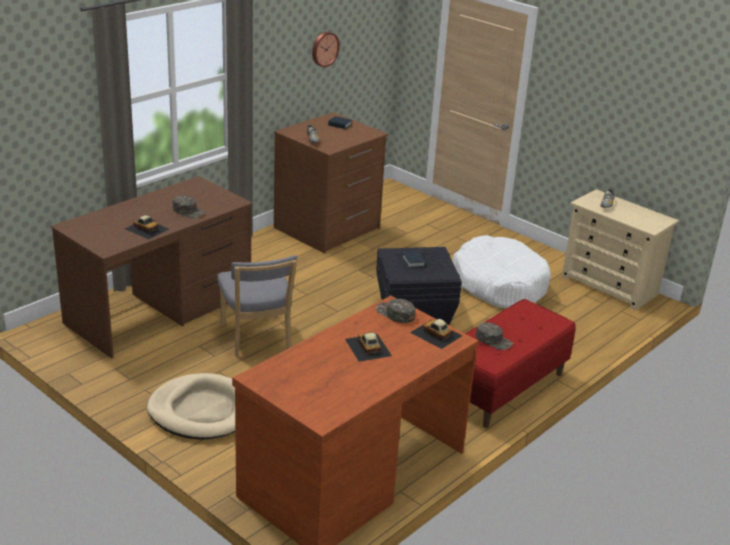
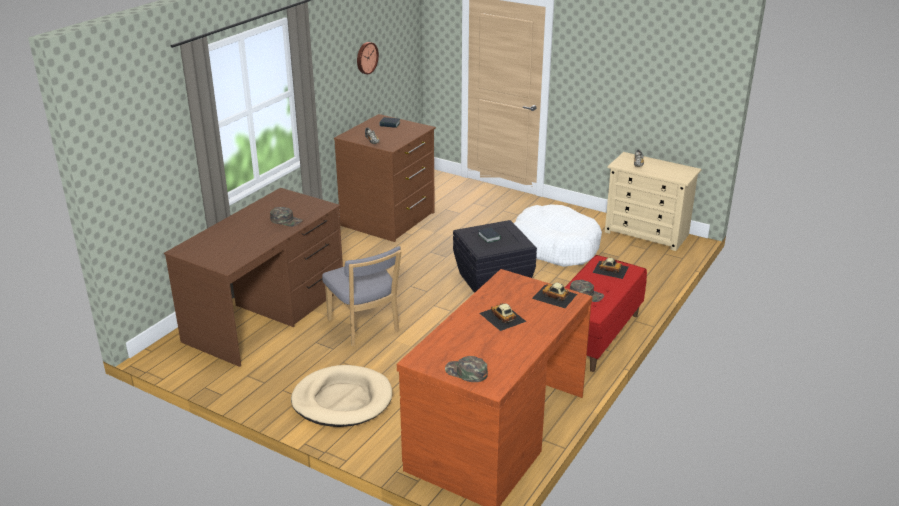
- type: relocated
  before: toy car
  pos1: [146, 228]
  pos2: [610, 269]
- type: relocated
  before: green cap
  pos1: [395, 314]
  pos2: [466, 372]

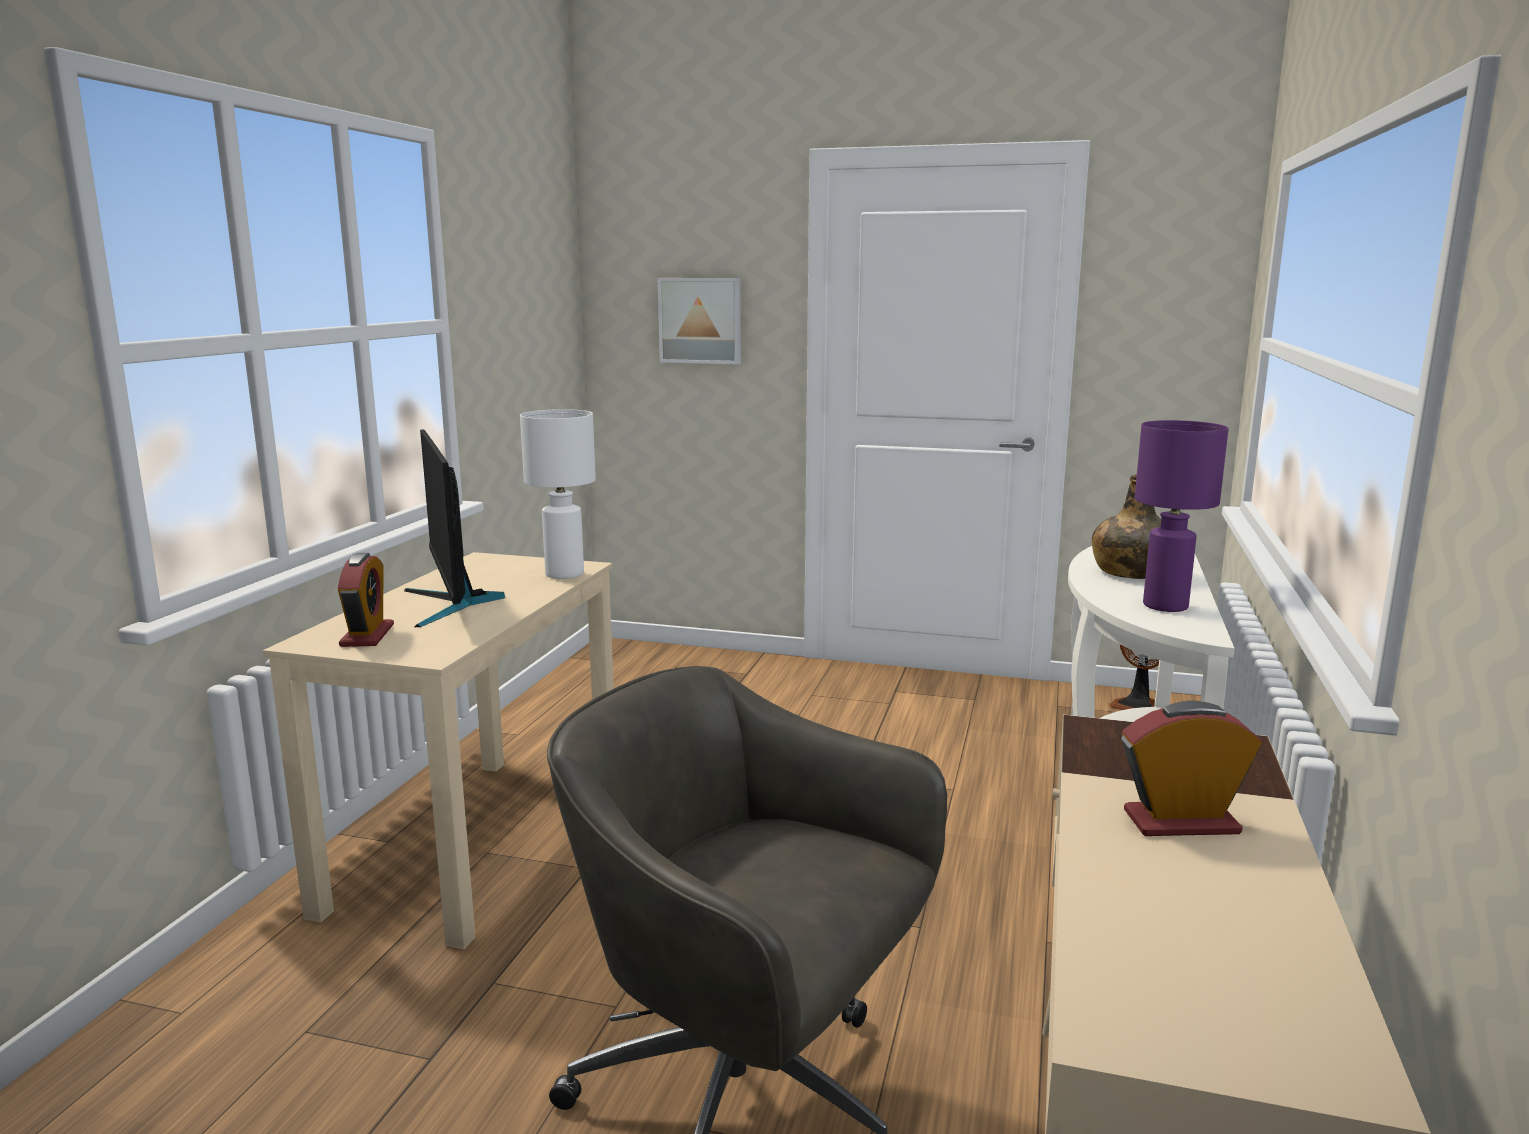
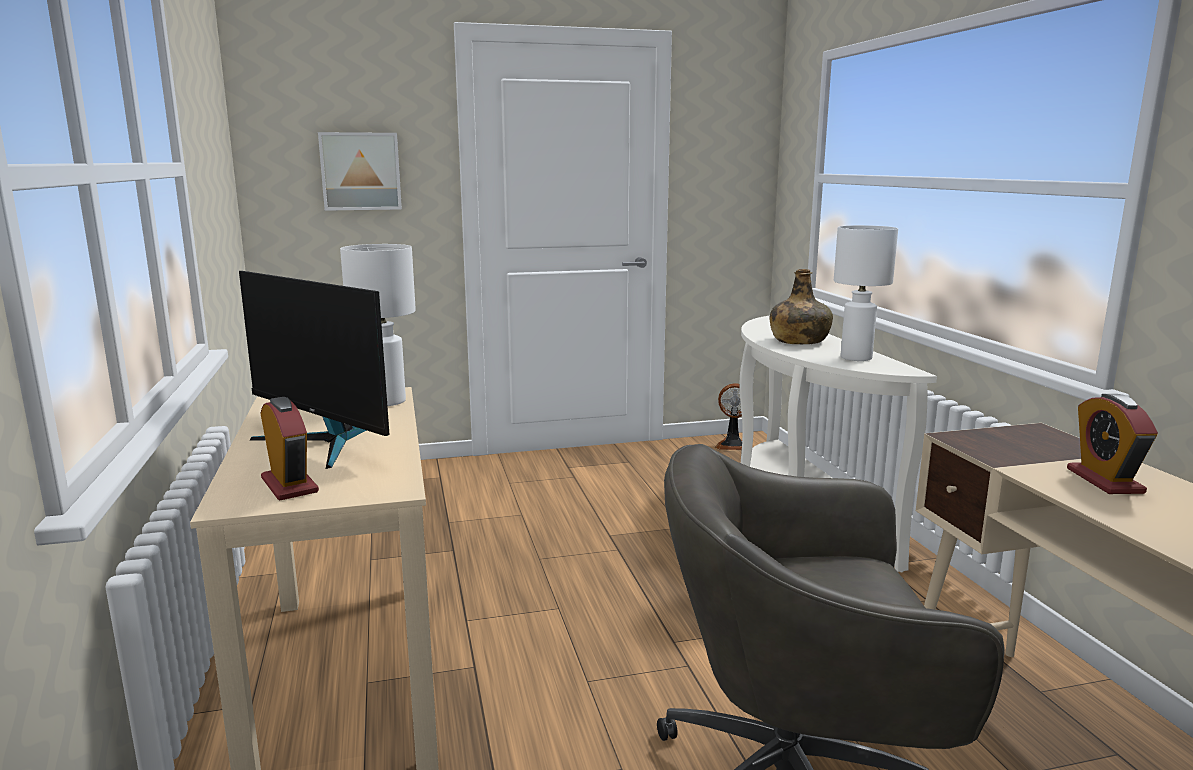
- type: spun
  before: alarm clock
  pos1: [1181, 822]
  pos2: [1104, 481]
  turn: -60
- type: colour
  before: purple table lamp
  after: white table lamp
  pos1: [1165, 606]
  pos2: [855, 358]

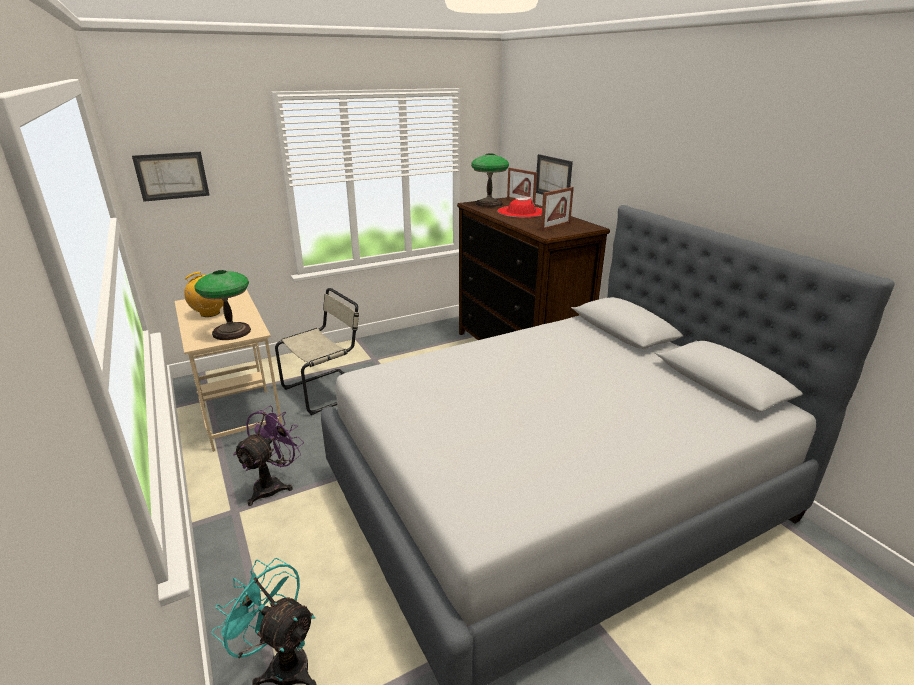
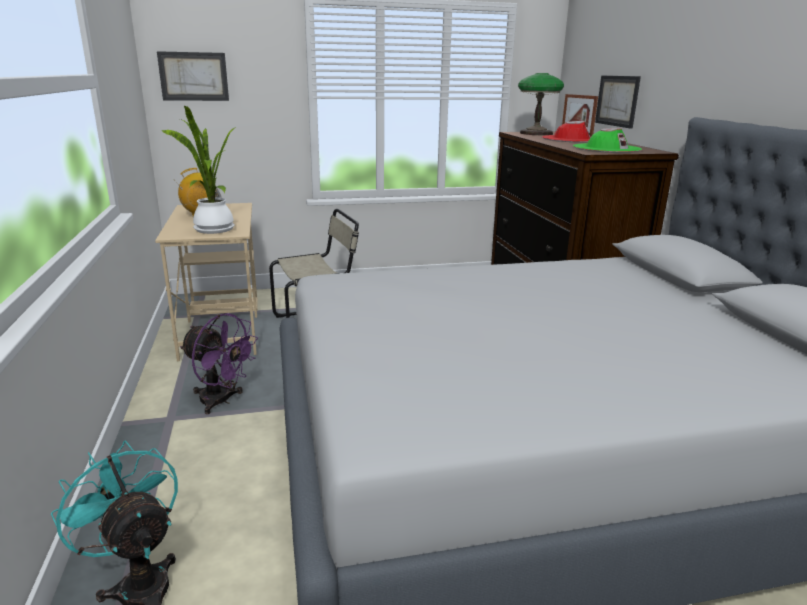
- type: exchanged
  before: table lamp
  after: potted plant
  pos1: [231, 332]
  pos2: [212, 230]
- type: spun
  before: purple fan
  pos1: [273, 485]
  pos2: [221, 401]
  turn: 75
- type: exchanged
  before: picture frame
  after: green hat
  pos1: [555, 226]
  pos2: [606, 148]

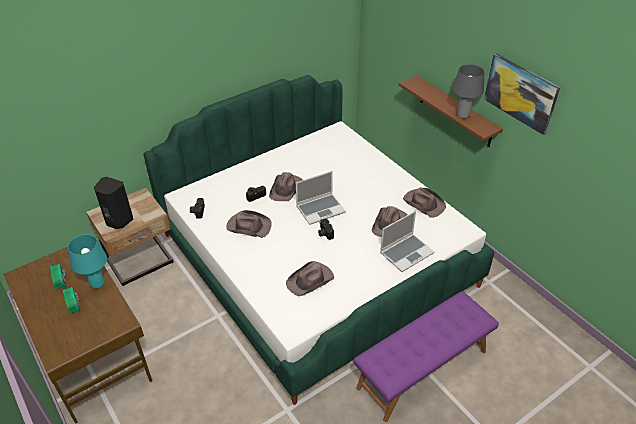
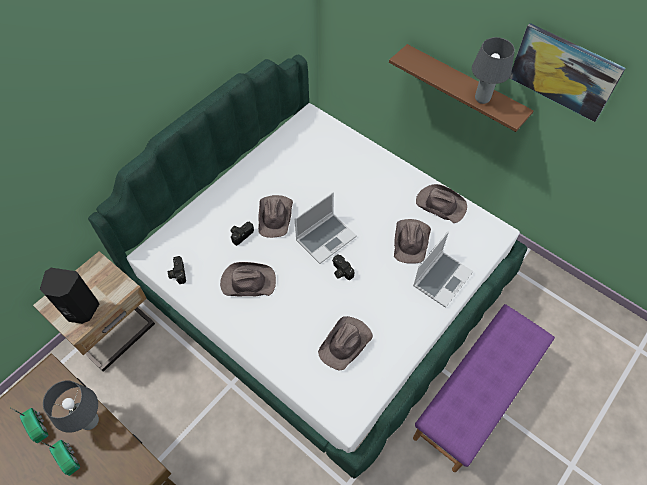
- type: colour
  before: turquoise table lamp
  after: grey table lamp
  pos1: [97, 284]
  pos2: [89, 421]

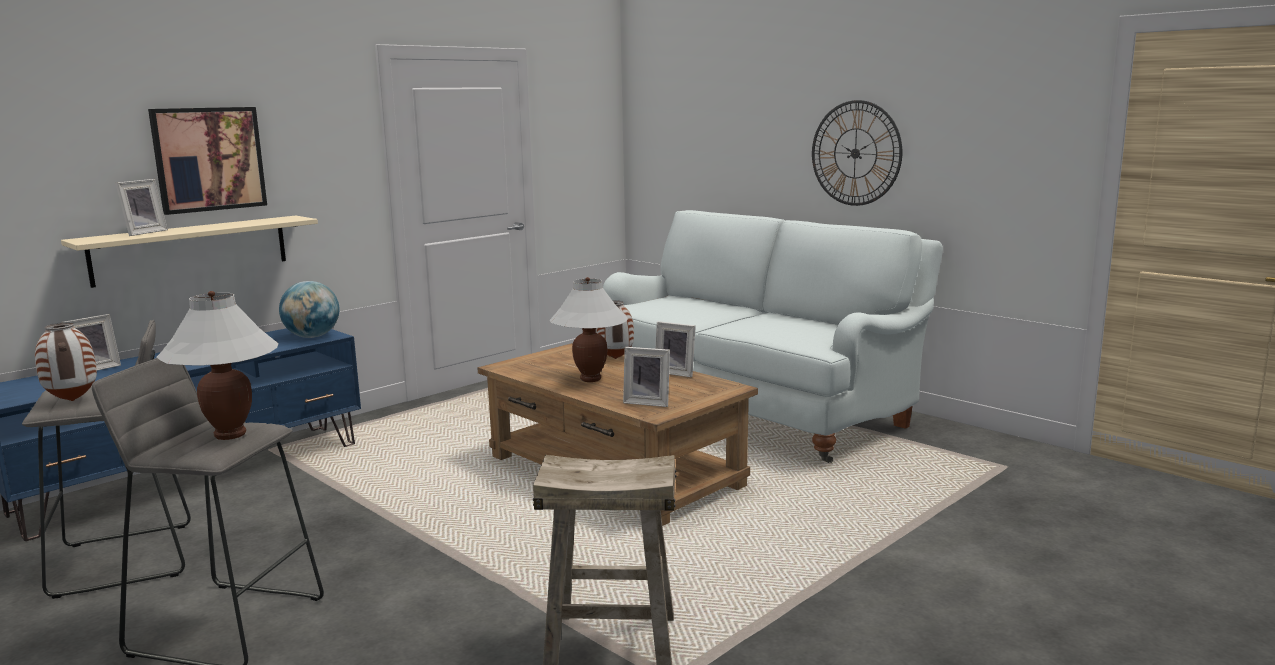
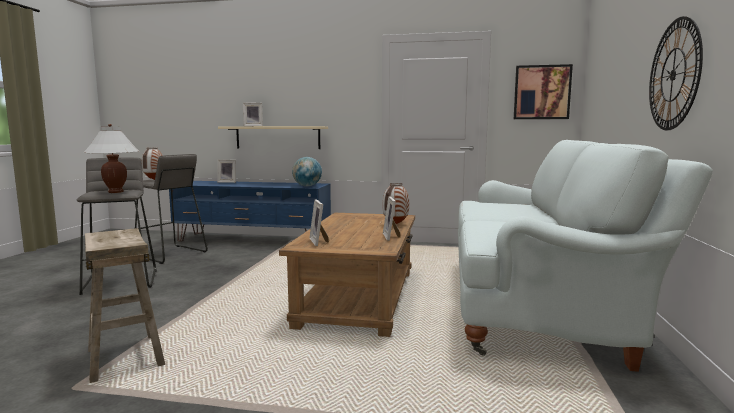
- type: relocated
  before: picture
  pos1: [209, 159]
  pos2: [542, 92]
- type: missing
  before: white table lamp
  pos1: [591, 379]

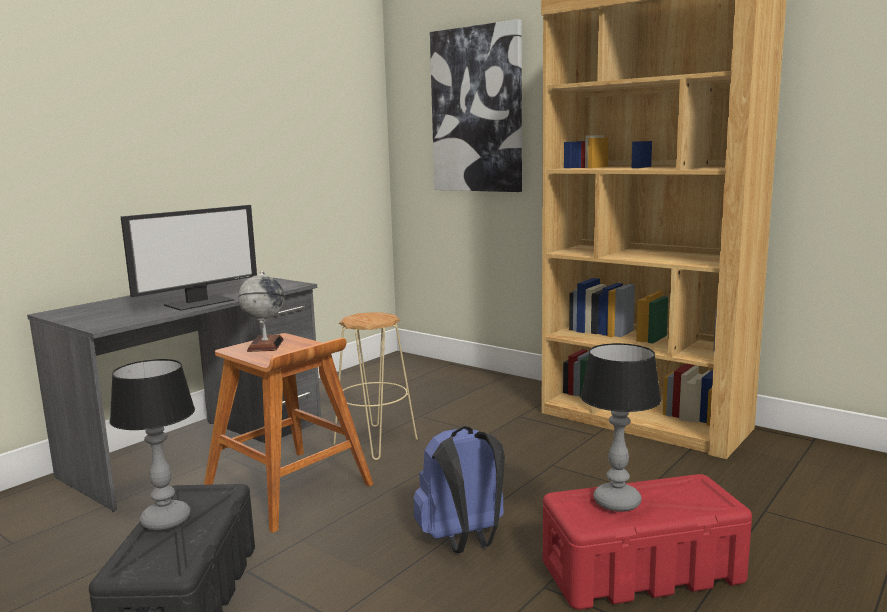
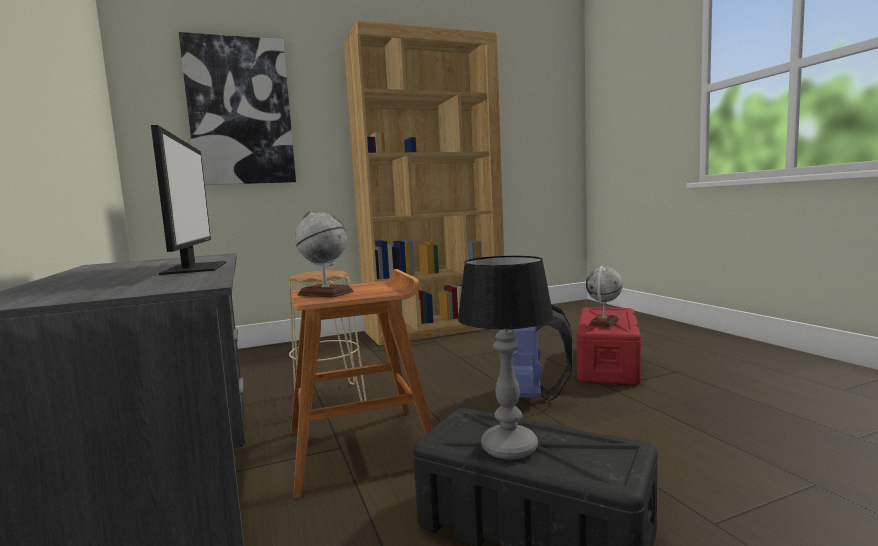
- type: exchanged
  before: table lamp
  after: globe
  pos1: [616, 501]
  pos2: [604, 322]

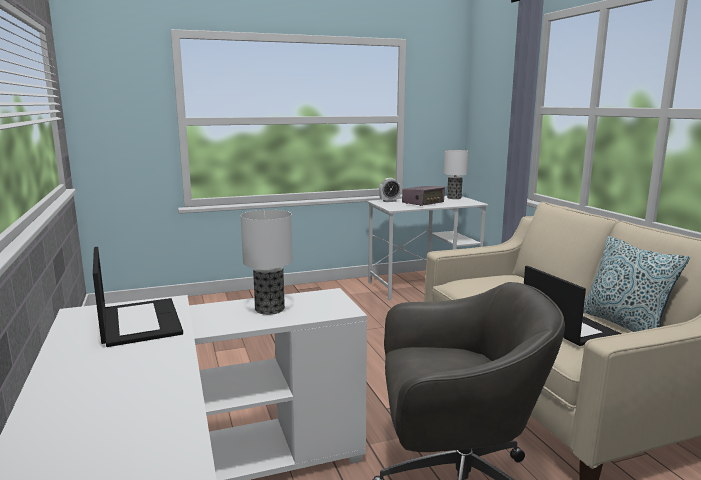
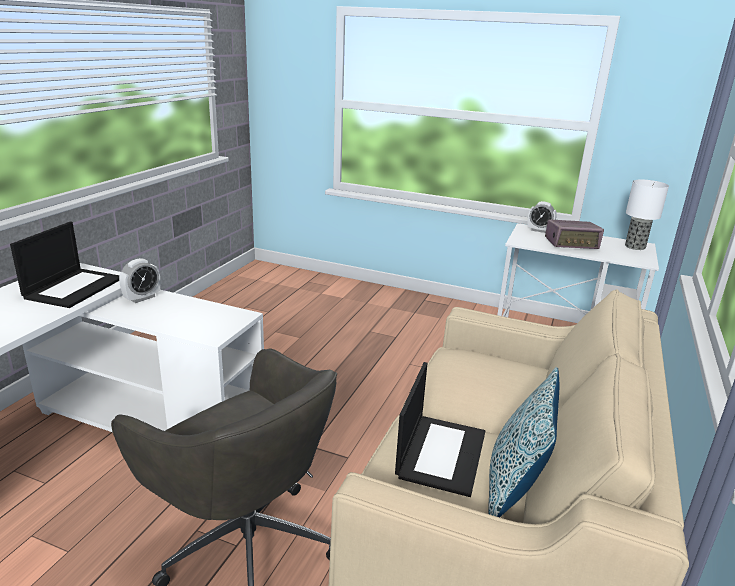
- type: missing
  before: table lamp
  pos1: [270, 309]
- type: appeared
  after: alarm clock
  pos2: [142, 298]

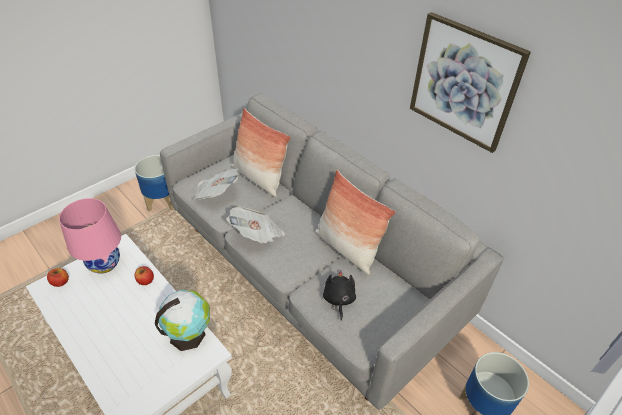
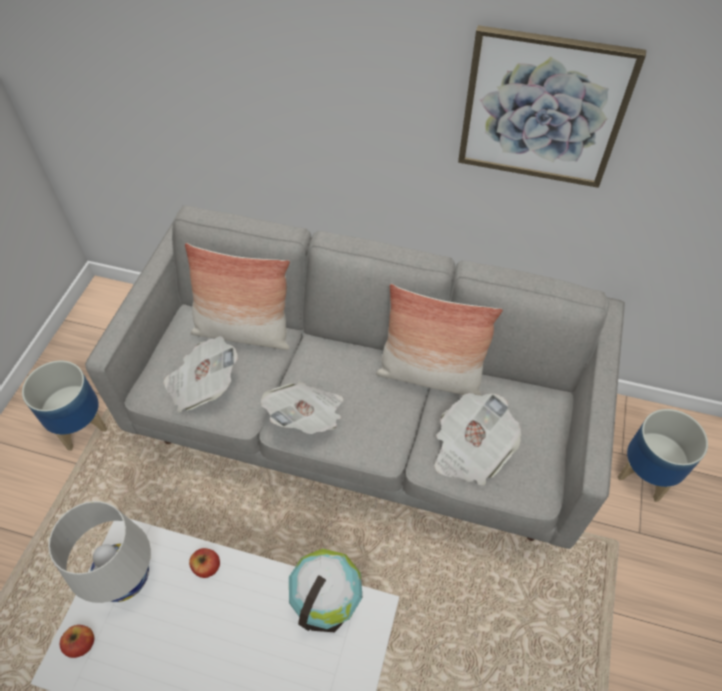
- type: colour
  before: pink table lamp
  after: white table lamp
  pos1: [104, 263]
  pos2: [125, 577]
- type: exchanged
  before: black plush toy
  after: newspaper
  pos1: [338, 300]
  pos2: [470, 450]

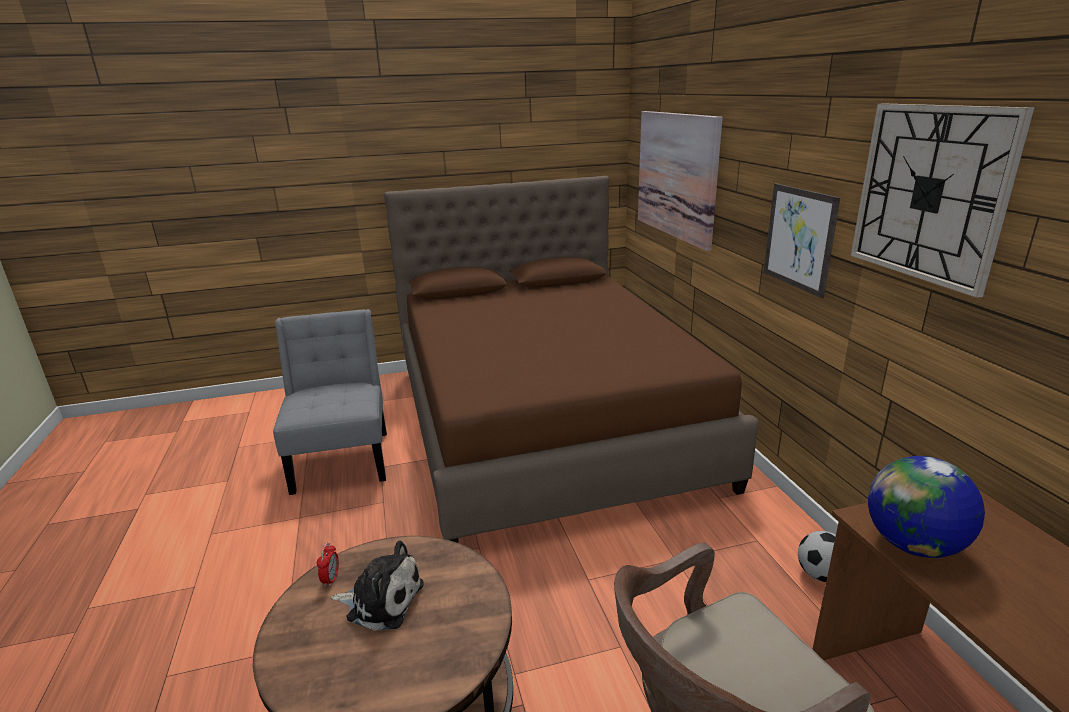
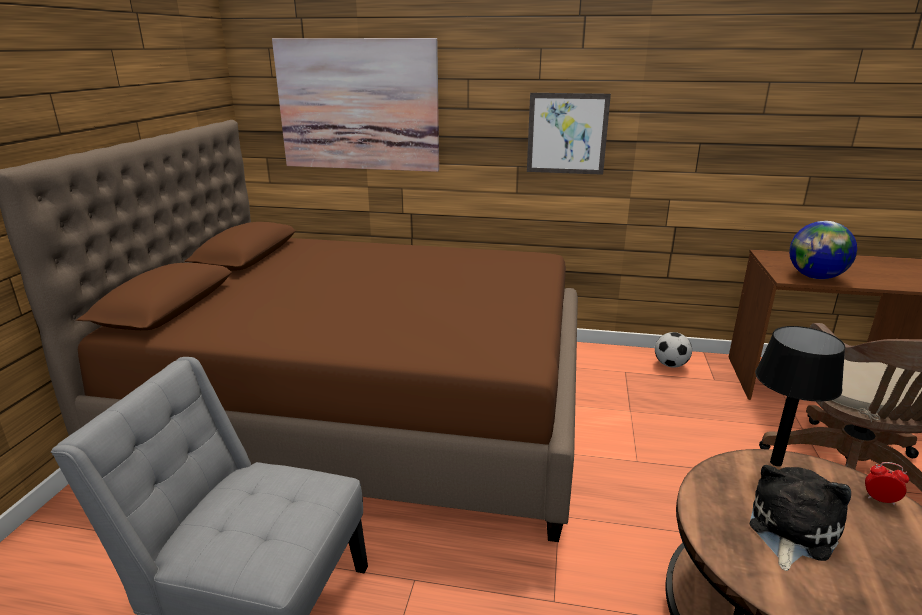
- type: relocated
  before: alarm clock
  pos1: [331, 579]
  pos2: [880, 499]
- type: missing
  before: wall clock
  pos1: [929, 193]
- type: appeared
  after: black table lamp
  pos2: [776, 462]

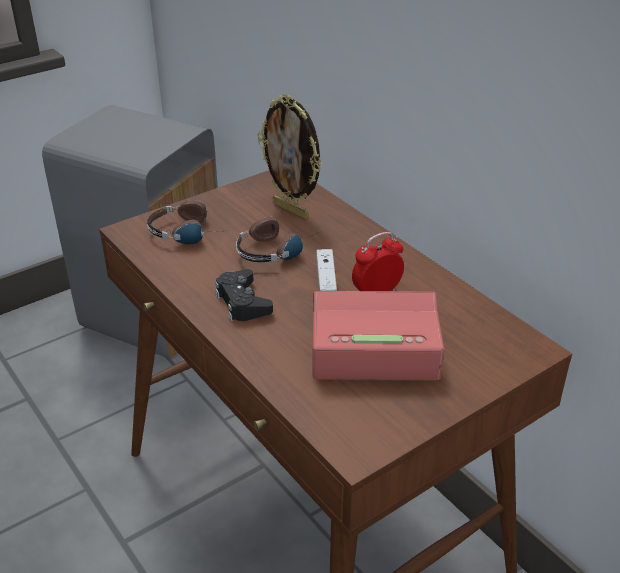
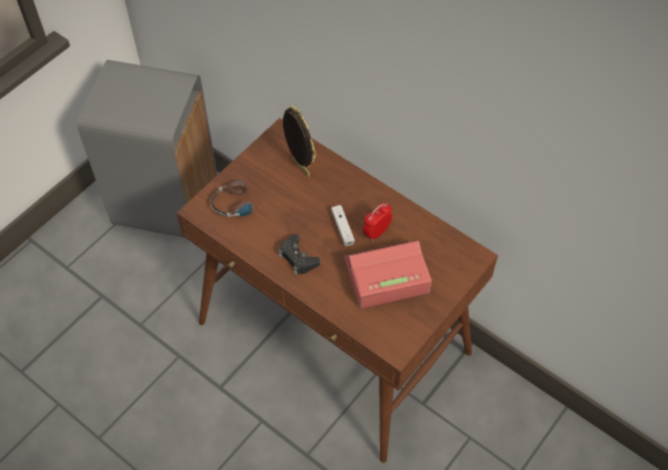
- type: missing
  before: headphones
  pos1: [276, 248]
- type: spun
  before: picture frame
  pos1: [291, 210]
  pos2: [299, 167]
  turn: -150

